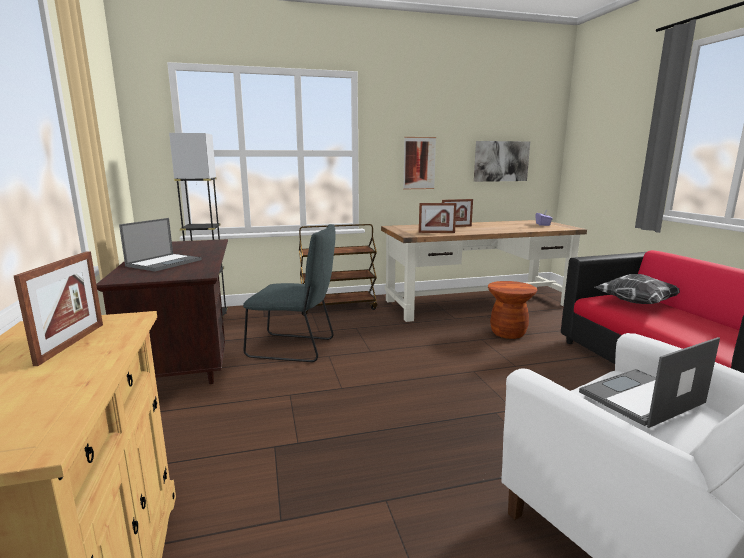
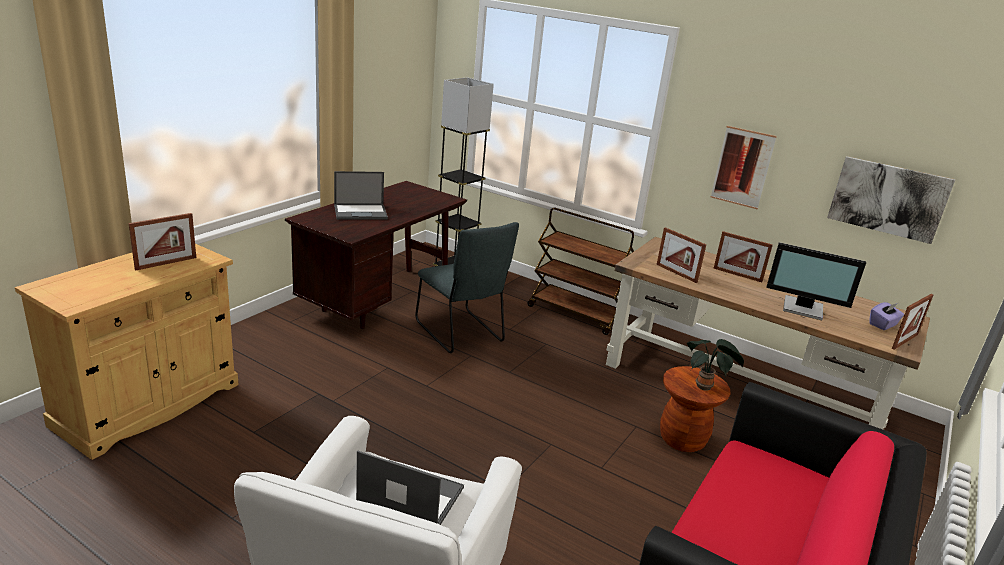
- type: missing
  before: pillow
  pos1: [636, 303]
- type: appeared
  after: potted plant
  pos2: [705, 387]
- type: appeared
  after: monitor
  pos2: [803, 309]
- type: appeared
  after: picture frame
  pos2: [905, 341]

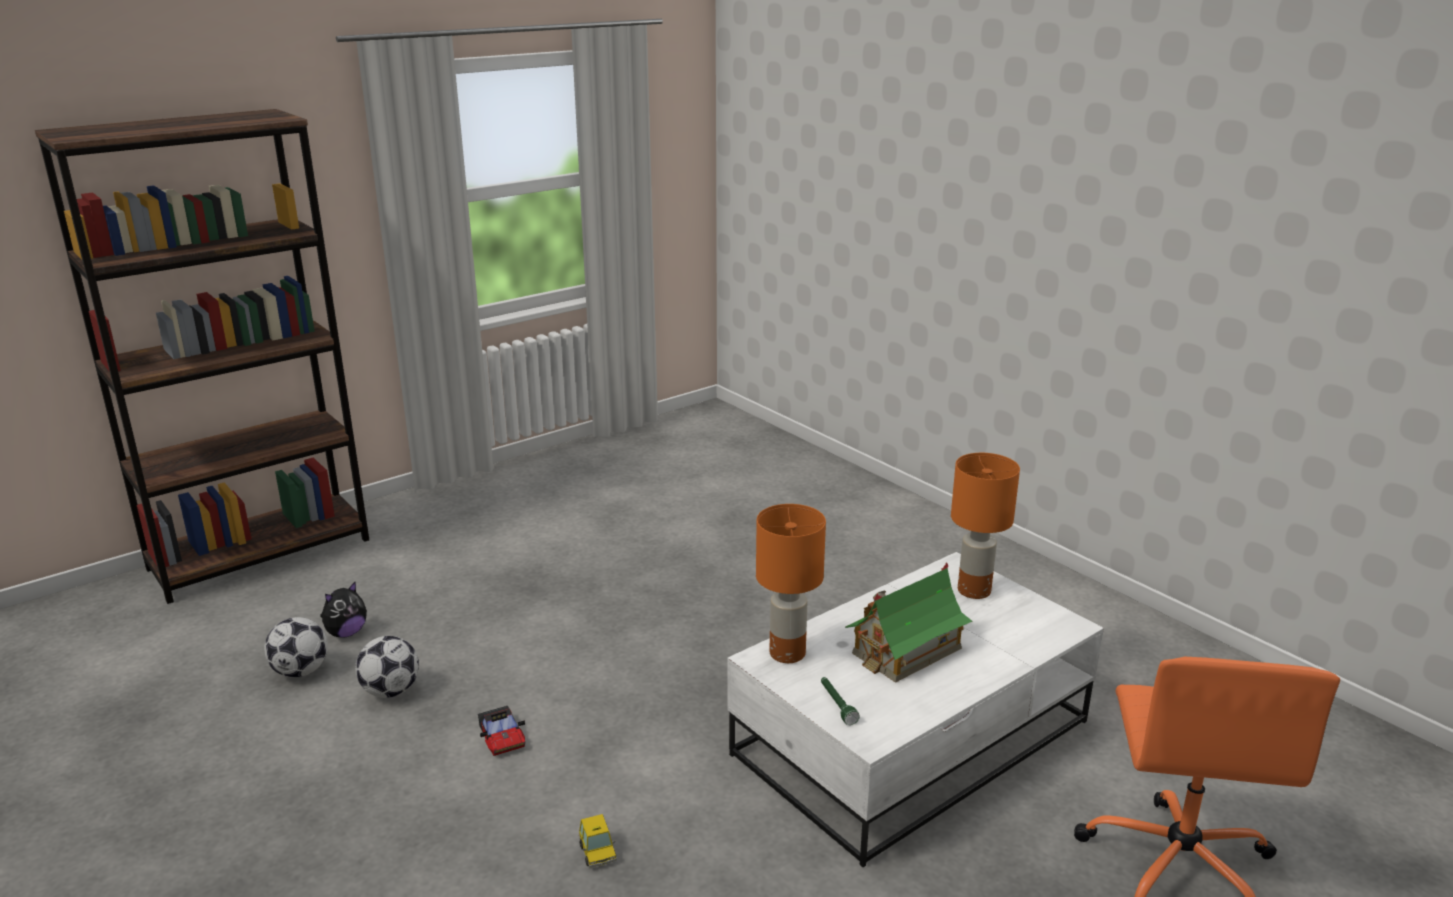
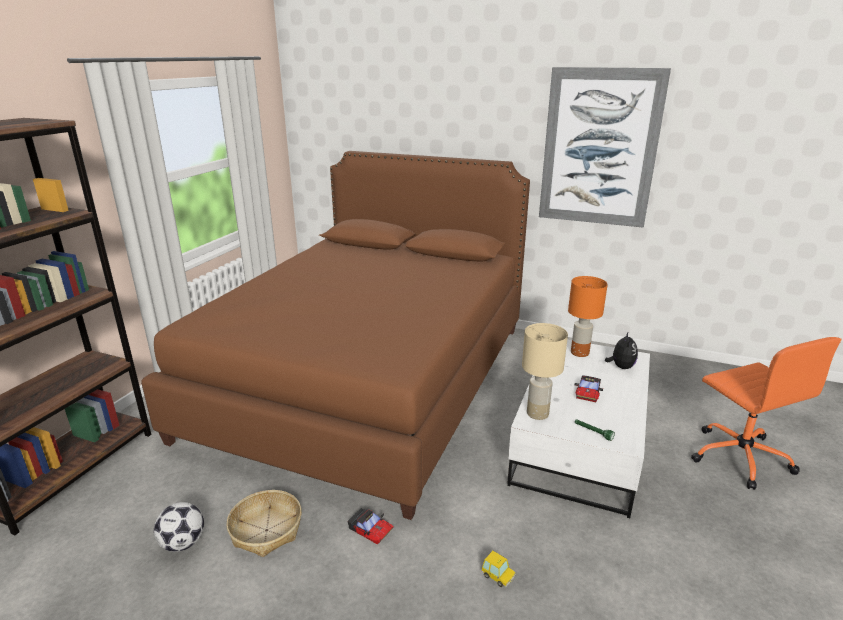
- type: relocated
  before: plush toy
  pos1: [346, 633]
  pos2: [621, 367]
- type: exchanged
  before: football
  after: basket
  pos1: [391, 691]
  pos2: [266, 530]
- type: colour
  before: orange table lamp
  after: beige table lamp
  pos1: [788, 654]
  pos2: [538, 414]
- type: exchanged
  before: toy house
  after: toy car
  pos1: [906, 651]
  pos2: [588, 392]
- type: appeared
  after: brown bed
  pos2: [368, 378]
- type: appeared
  after: picture
  pos2: [599, 148]

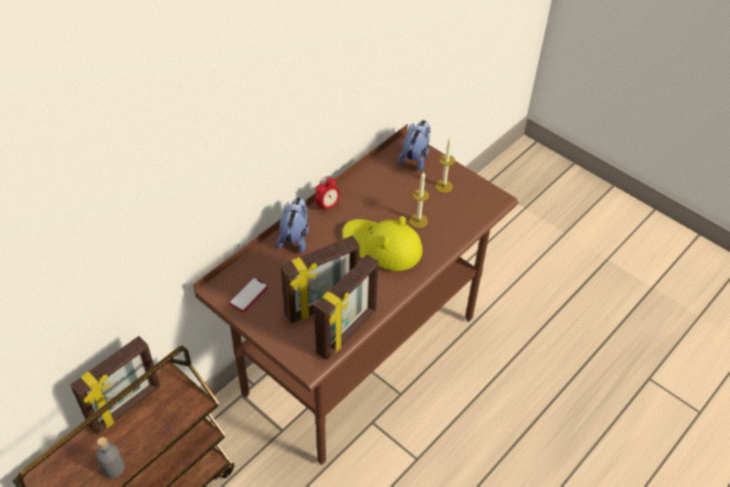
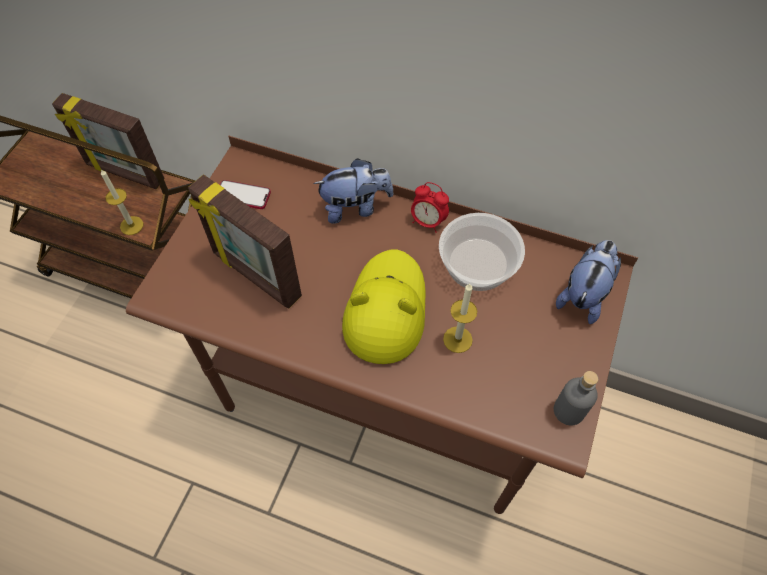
- type: relocated
  before: grey bottle
  pos1: [114, 468]
  pos2: [569, 410]
- type: missing
  before: picture frame
  pos1: [347, 332]
- type: spun
  before: plush toy
  pos1: [415, 157]
  pos2: [583, 295]
  turn: -60
- type: relocated
  before: candle
  pos1: [443, 186]
  pos2: [131, 225]
- type: appeared
  after: bowl
  pos2: [477, 264]

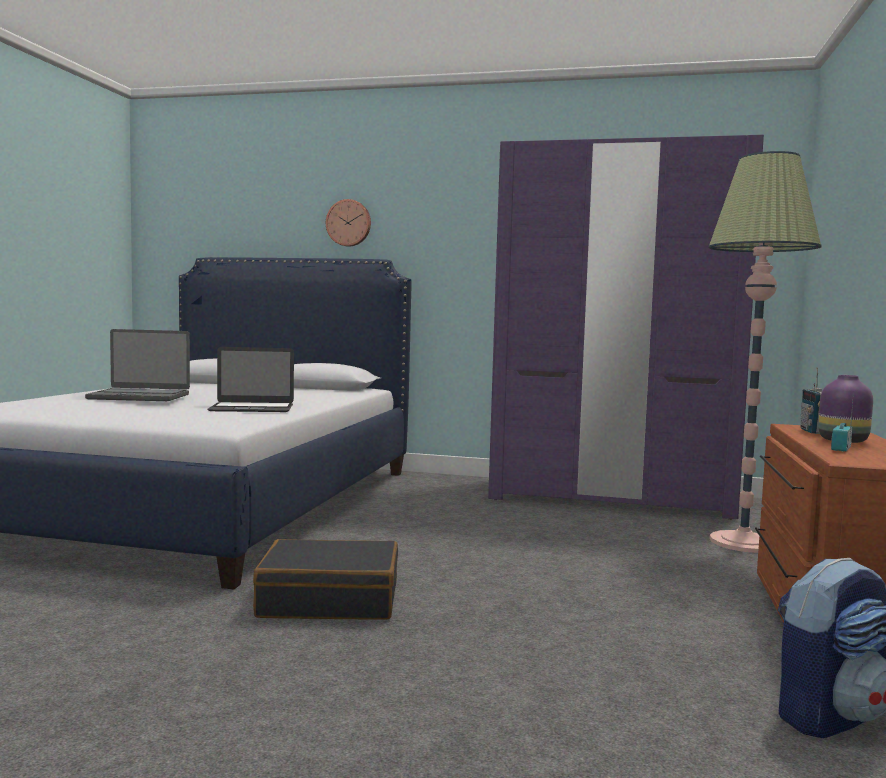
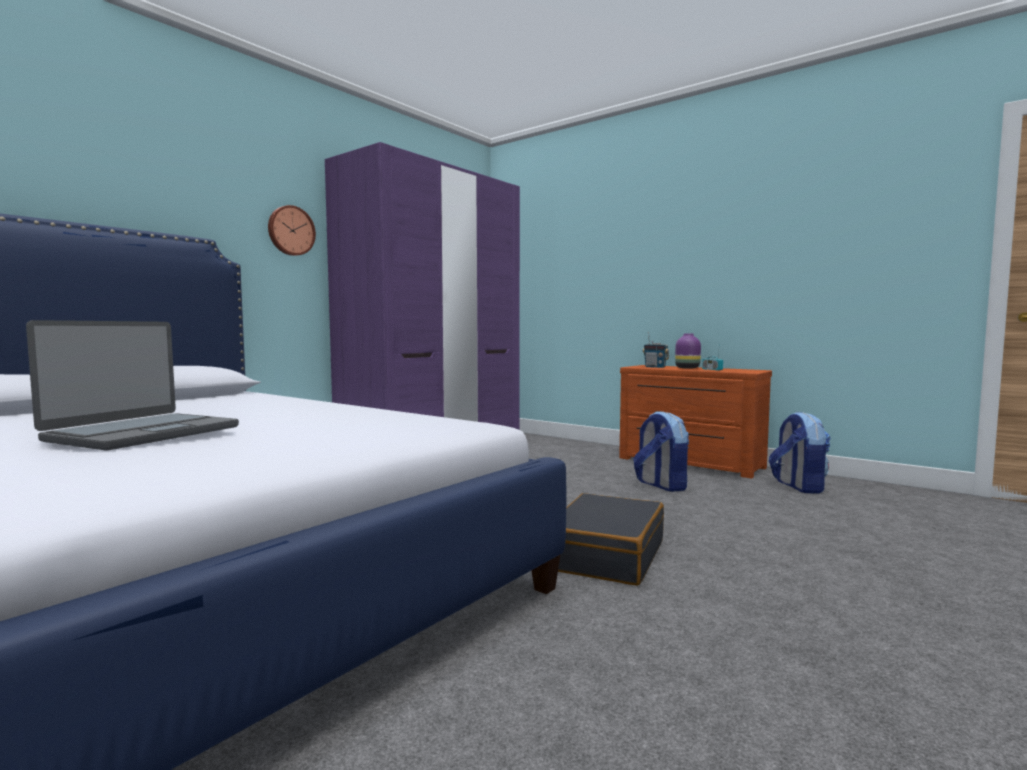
- type: missing
  before: laptop
  pos1: [252, 408]
- type: relocated
  before: wall clock
  pos1: [349, 223]
  pos2: [290, 231]
- type: missing
  before: floor lamp
  pos1: [743, 542]
- type: appeared
  after: backpack
  pos2: [660, 485]

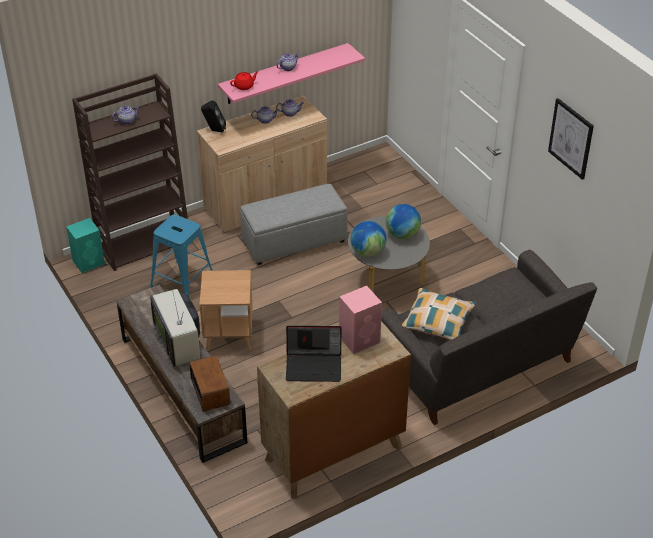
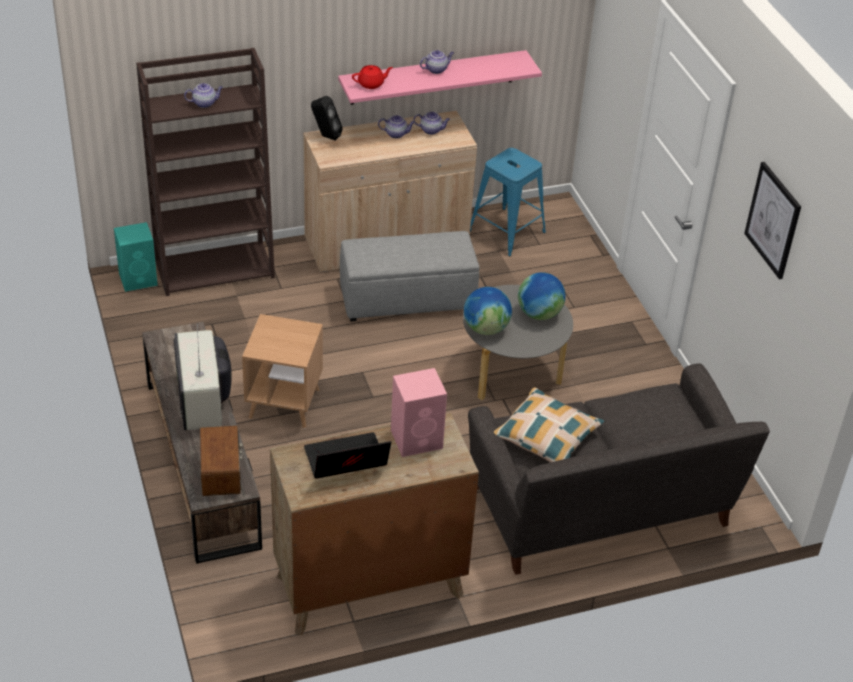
- type: relocated
  before: blue stool
  pos1: [182, 281]
  pos2: [506, 232]
- type: spun
  before: laptop
  pos1: [314, 365]
  pos2: [345, 462]
  turn: 150

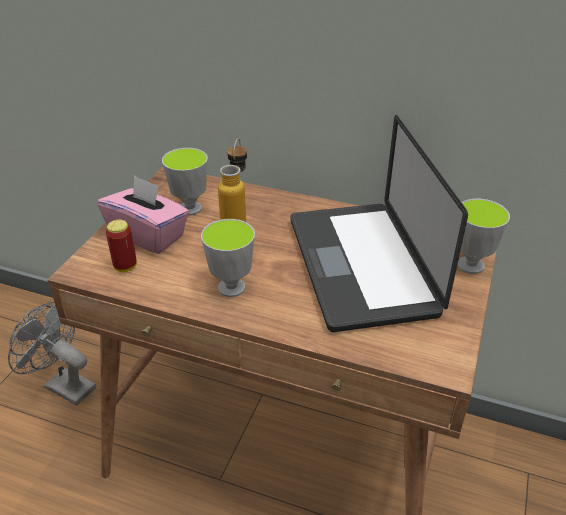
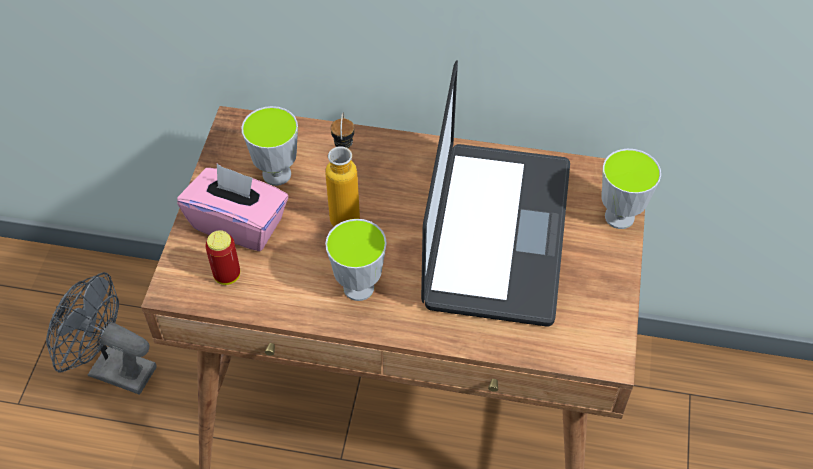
- type: spun
  before: laptop
  pos1: [361, 265]
  pos2: [497, 234]
  turn: -150

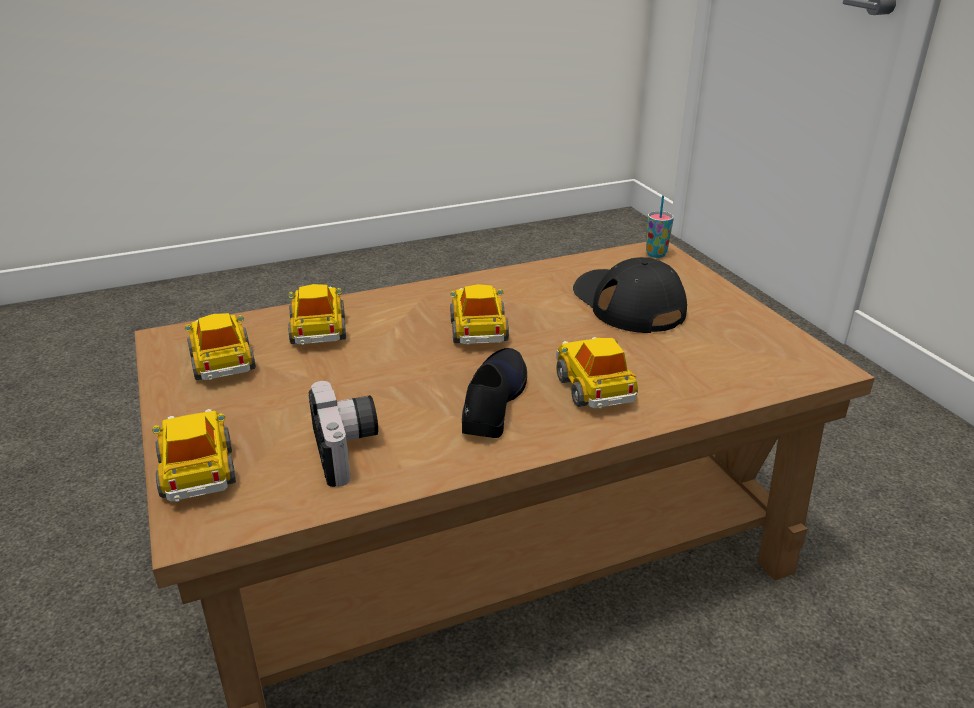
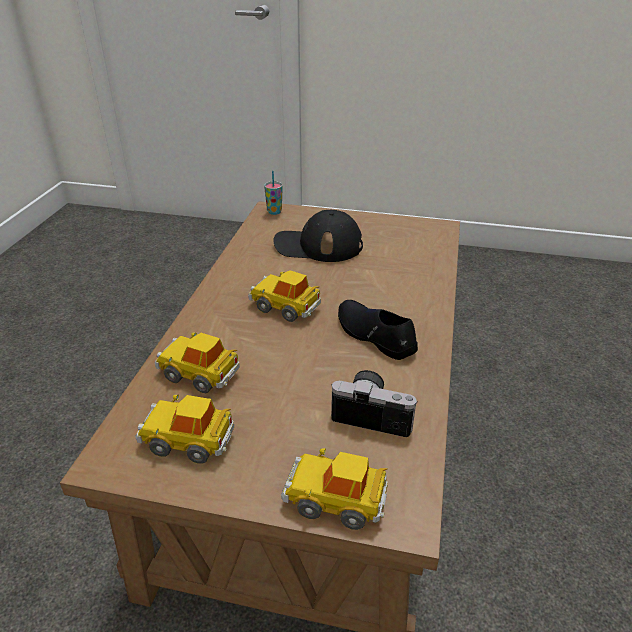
- type: missing
  before: toy car
  pos1: [594, 387]

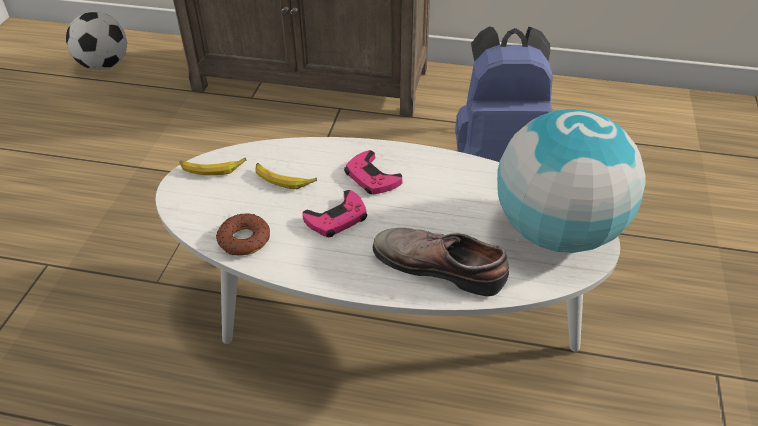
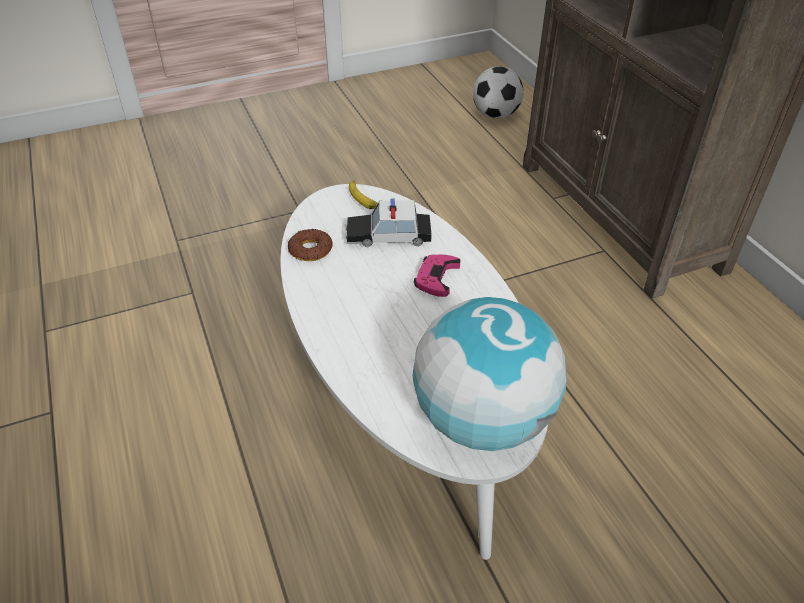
- type: exchanged
  before: banana
  after: toy car
  pos1: [283, 179]
  pos2: [388, 236]
- type: missing
  before: pink game controller
  pos1: [337, 219]
- type: missing
  before: shoe
  pos1: [440, 264]
- type: missing
  before: blue backpack
  pos1: [499, 151]

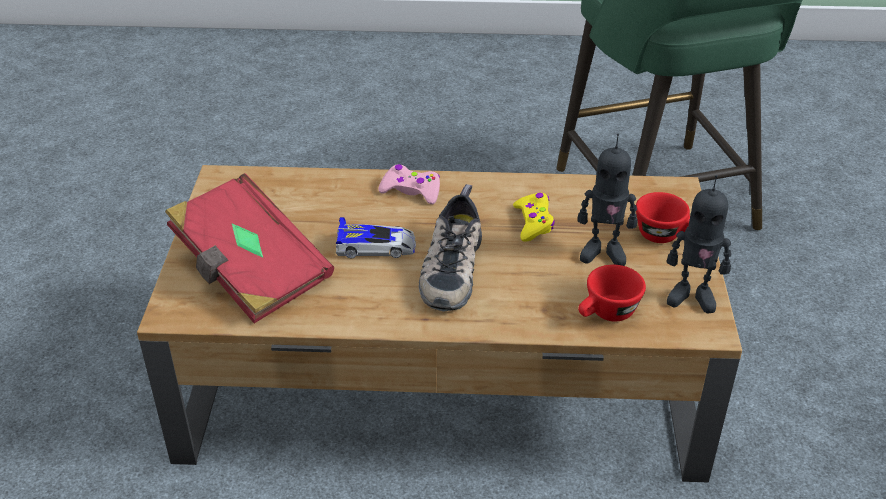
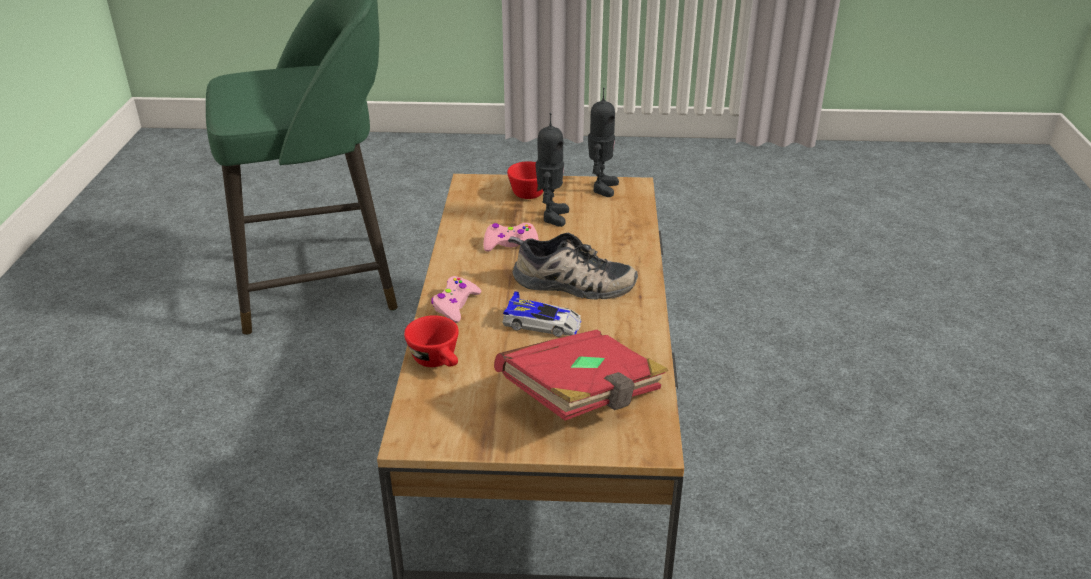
- type: spun
  before: toy car
  pos1: [376, 246]
  pos2: [543, 323]
  turn: 105
- type: colour
  before: yellow game controller
  after: pink game controller
  pos1: [533, 222]
  pos2: [510, 244]
- type: relocated
  before: red cup
  pos1: [606, 314]
  pos2: [438, 361]

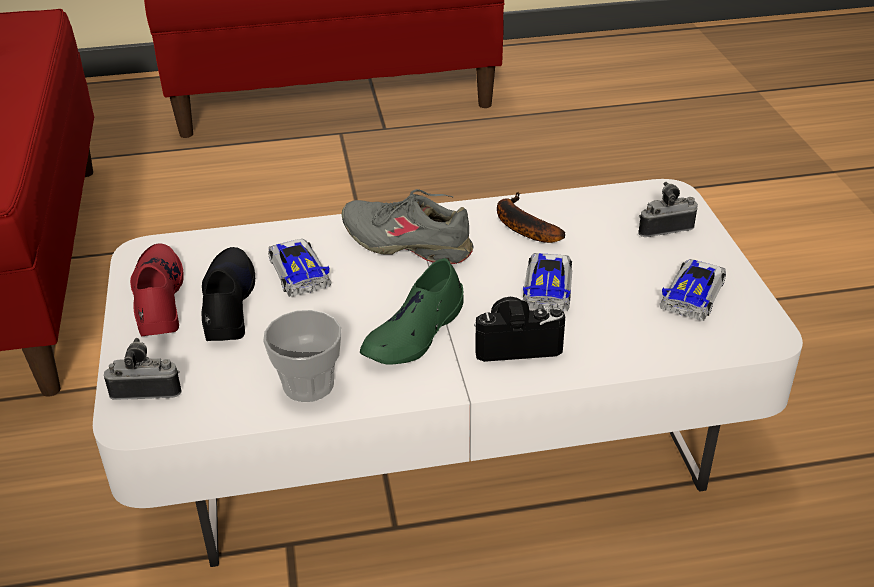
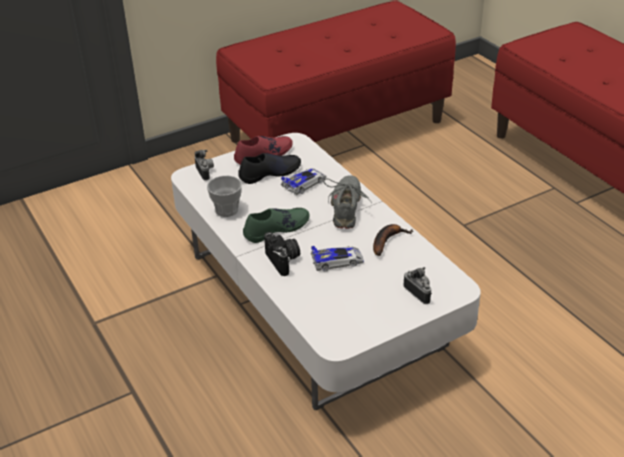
- type: spun
  before: green shoe
  pos1: [415, 332]
  pos2: [276, 229]
  turn: 135
- type: missing
  before: toy car
  pos1: [694, 292]

